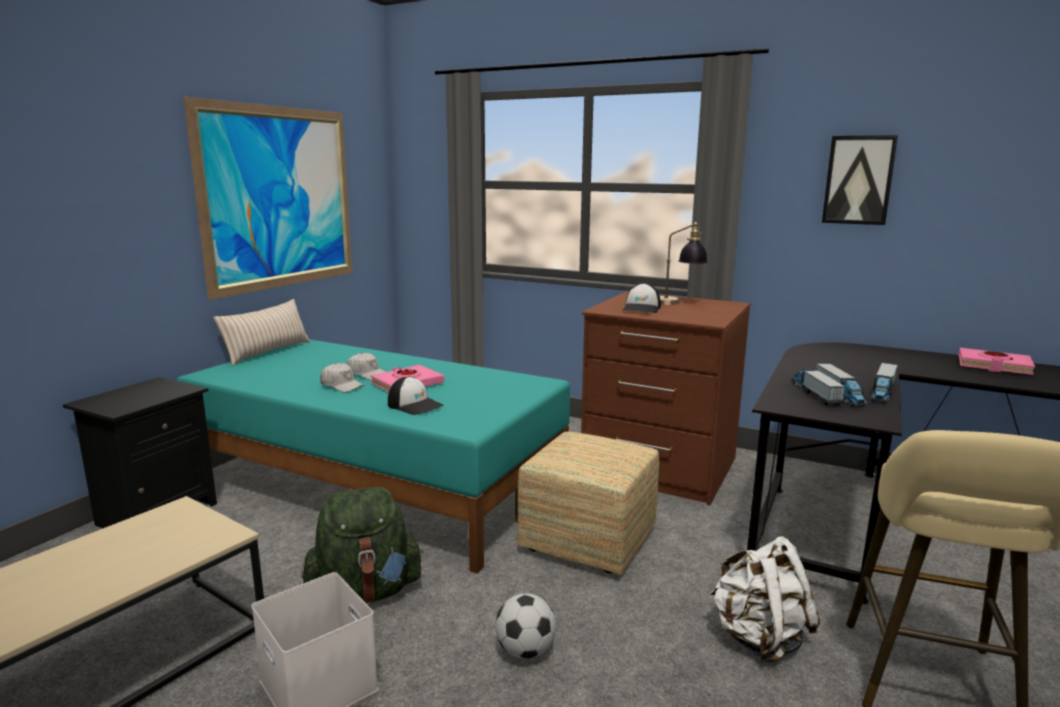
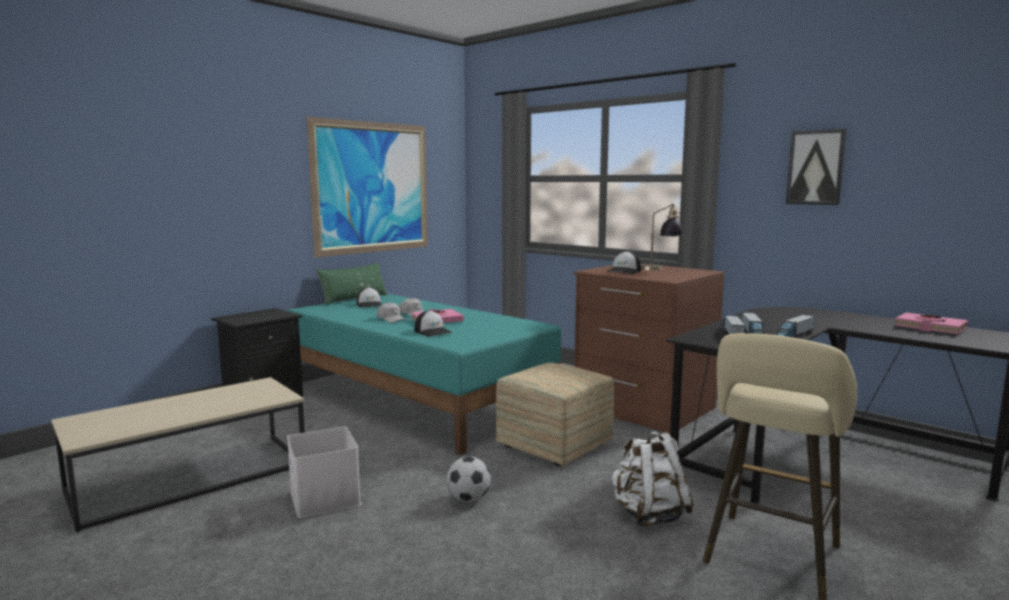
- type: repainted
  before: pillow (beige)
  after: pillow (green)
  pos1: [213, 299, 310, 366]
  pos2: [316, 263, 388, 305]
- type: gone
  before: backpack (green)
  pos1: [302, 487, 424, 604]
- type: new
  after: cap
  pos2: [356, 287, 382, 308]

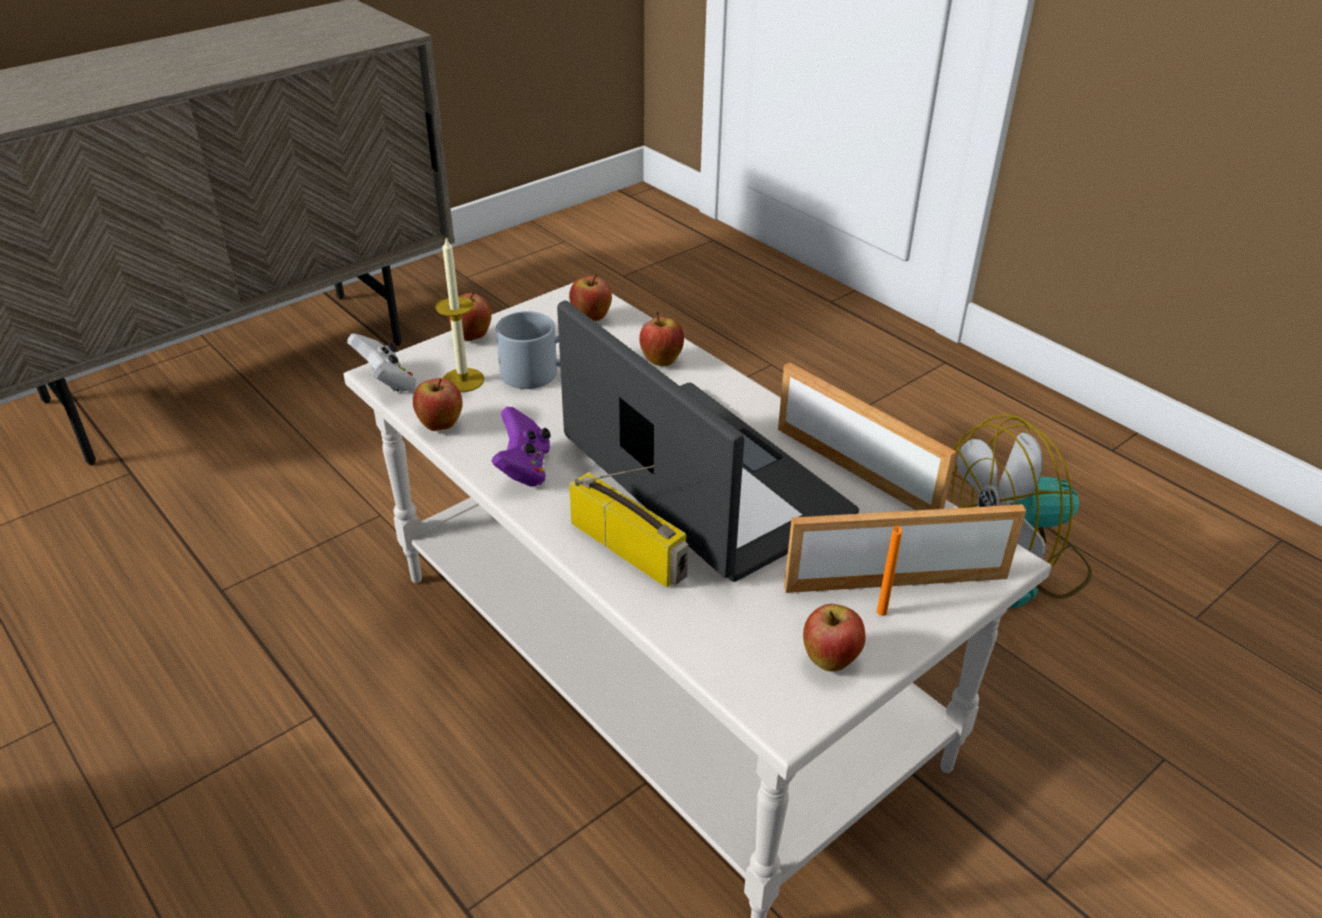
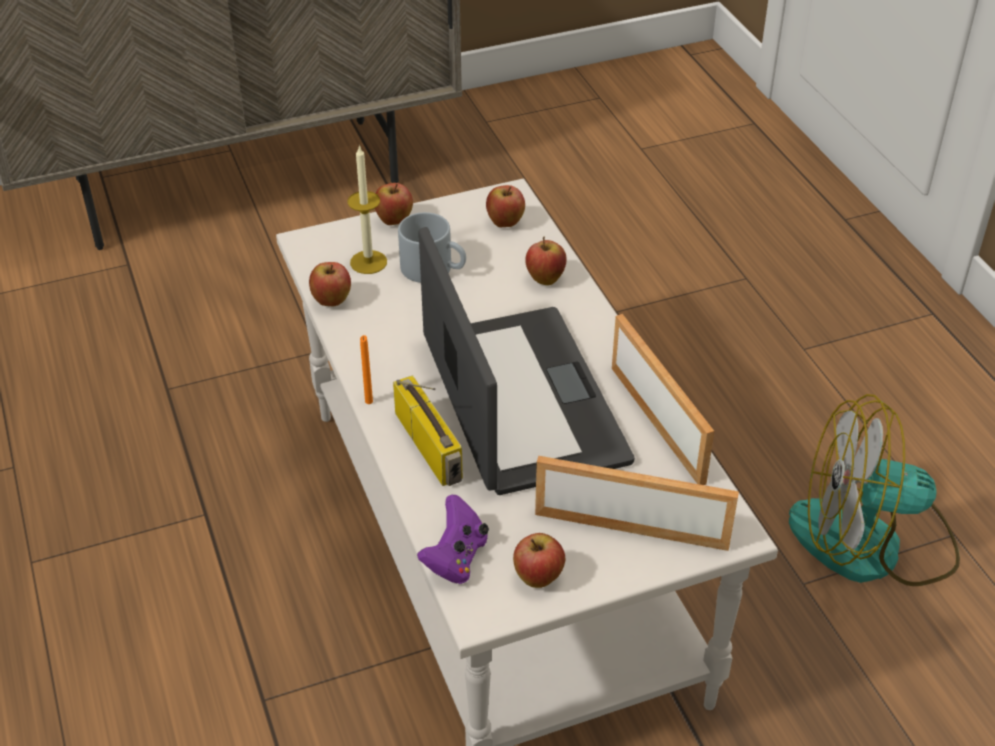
- type: gone
  before: game controller (white)
  pos1: [347, 333, 416, 392]
- type: shifted
  before: game controller (purple)
  pos1: [491, 407, 551, 487]
  pos2: [417, 495, 489, 584]
- type: shifted
  before: candle (orange)
  pos1: [877, 526, 902, 616]
  pos2: [360, 335, 373, 404]

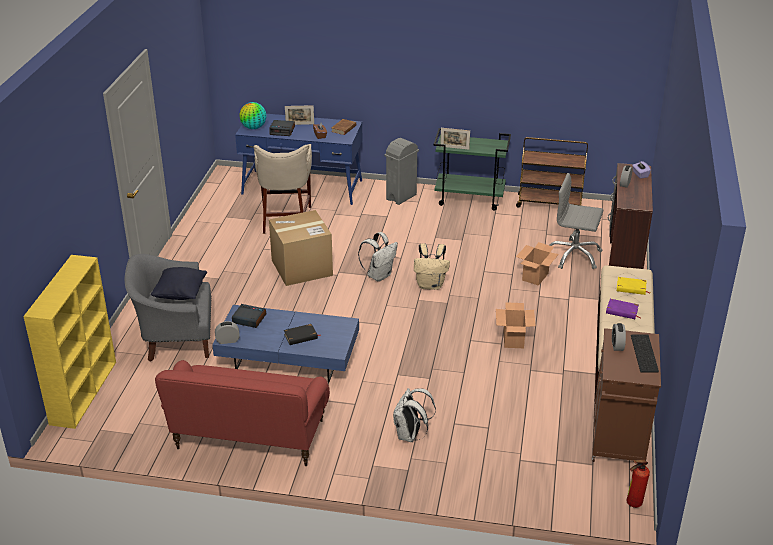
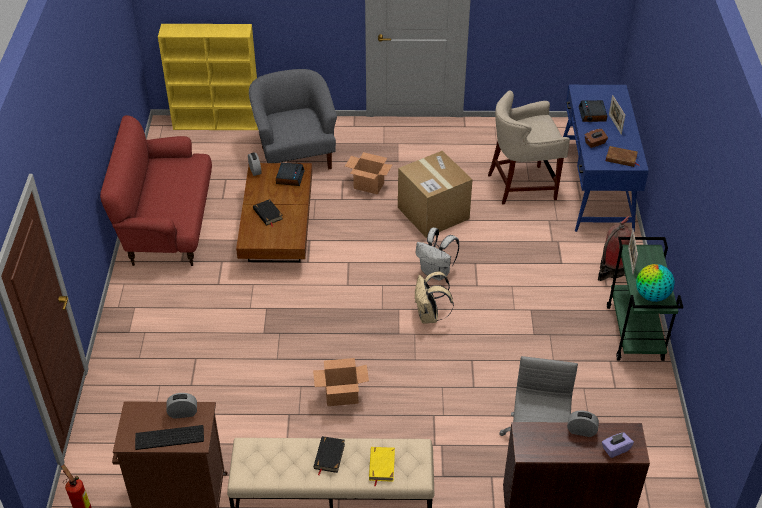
- type: shifted
  before: globe
  pos1: [239, 102, 267, 129]
  pos2: [636, 264, 675, 302]
- type: gone
  before: cart (brown)
  pos1: [516, 137, 588, 207]
- type: swapped
  before: trash can (grey)
  after: fire extinguisher
  pos1: [385, 138, 419, 205]
  pos2: [598, 216, 632, 281]
- type: shifted
  before: cardboard box
  pos1: [516, 242, 559, 286]
  pos2: [345, 152, 393, 195]
- type: gone
  before: pillow (black)
  pos1: [151, 267, 207, 300]
- type: repainted
  before: book (purple)
  after: book (black)
  pos1: [606, 299, 641, 319]
  pos2: [314, 436, 345, 475]
- type: repainted
  before: coffee table (blue)
  after: coffee table (brown)
  pos1: [212, 305, 359, 382]
  pos2: [236, 163, 312, 262]
- type: gone
  before: backpack (white)
  pos1: [393, 388, 436, 442]

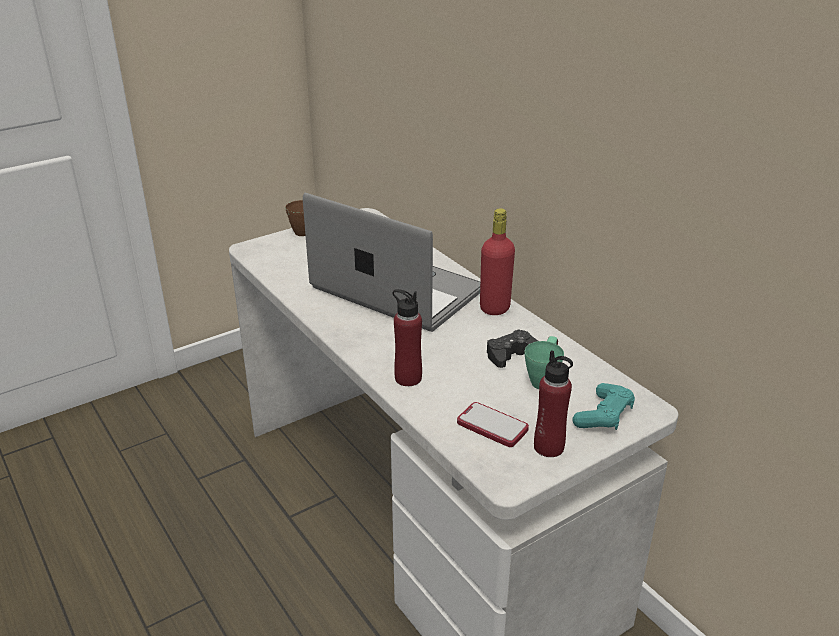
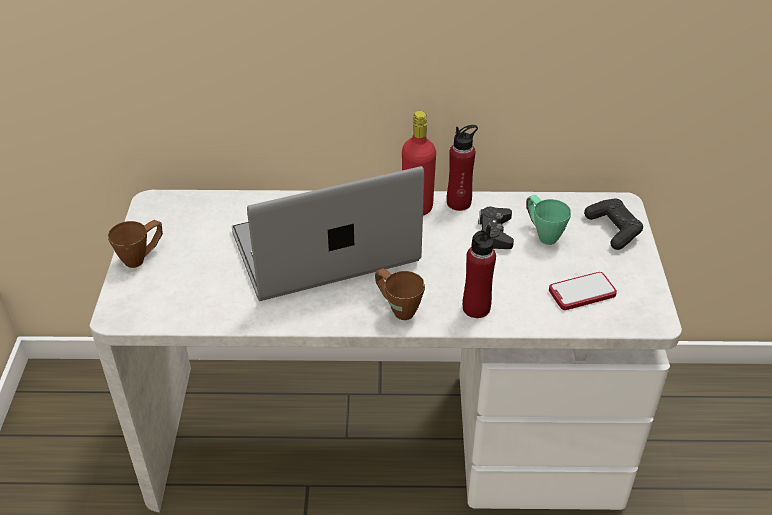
- type: shifted
  before: bottle (red)
  pos1: [534, 350, 573, 457]
  pos2: [447, 125, 478, 211]
- type: repainted
  before: game controller (turquoise)
  after: game controller (black)
  pos1: [572, 383, 635, 430]
  pos2: [584, 198, 643, 250]
- type: new
  after: mug (brown)
  pos2: [375, 268, 425, 320]

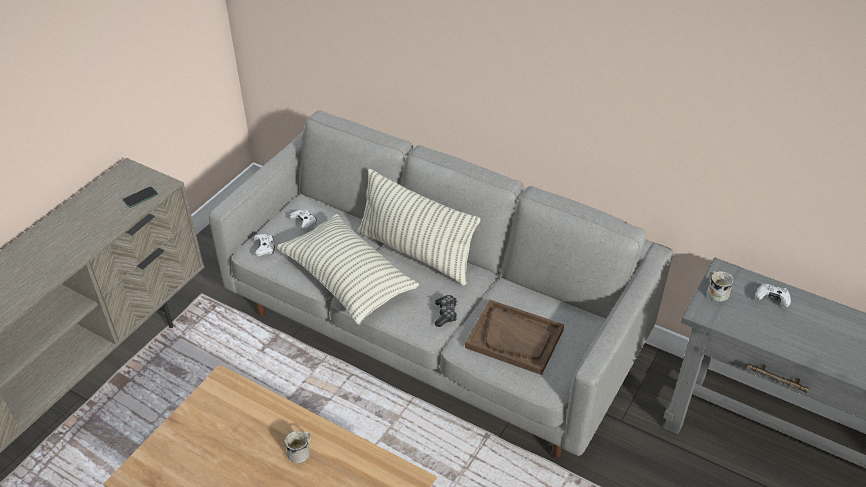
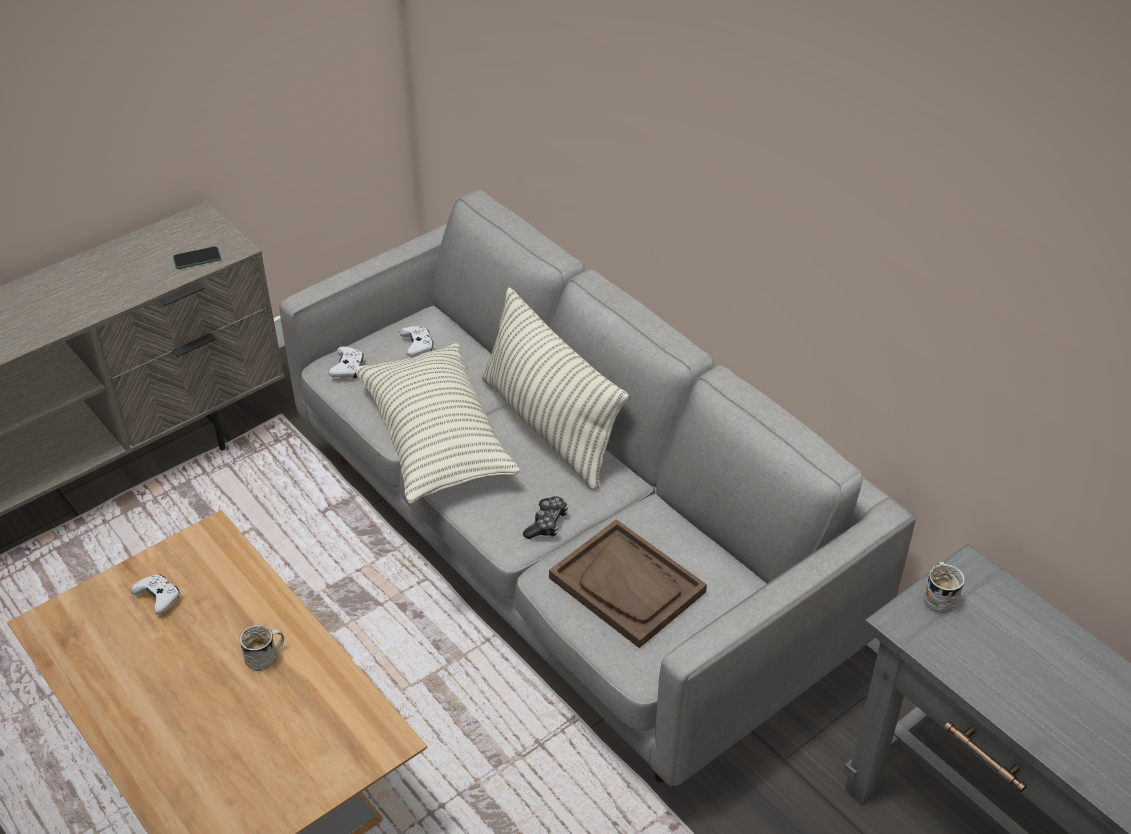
- type: shifted
  before: game controller (white)
  pos1: [756, 284, 791, 307]
  pos2: [131, 574, 179, 614]

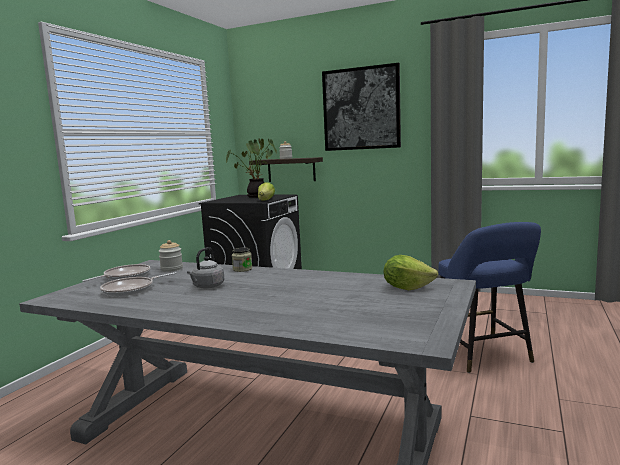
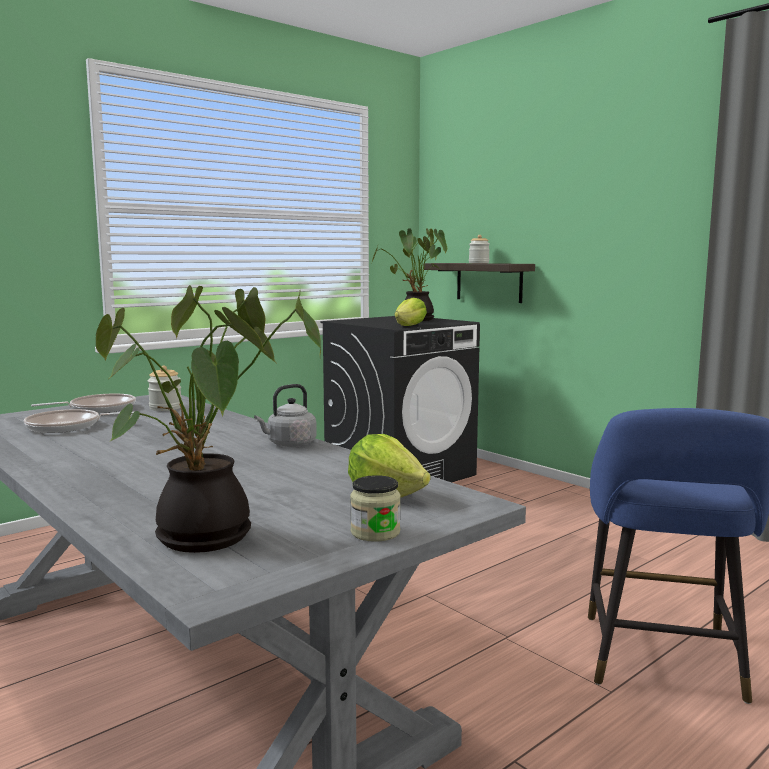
- type: gone
  before: picture
  pos1: [322, 63, 401, 151]
- type: shifted
  before: kettle (grey)
  pos1: [187, 247, 225, 289]
  pos2: [254, 384, 317, 447]
- type: shifted
  before: jar
  pos1: [232, 247, 252, 272]
  pos2: [350, 475, 401, 542]
- type: new
  after: potted plant
  pos2: [96, 285, 321, 553]

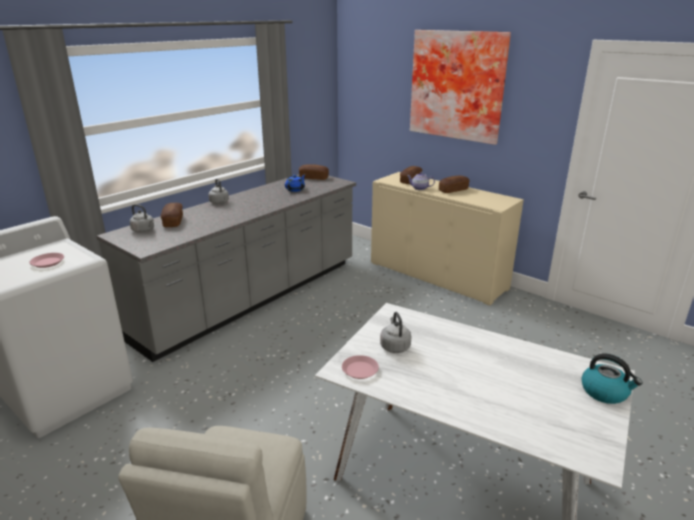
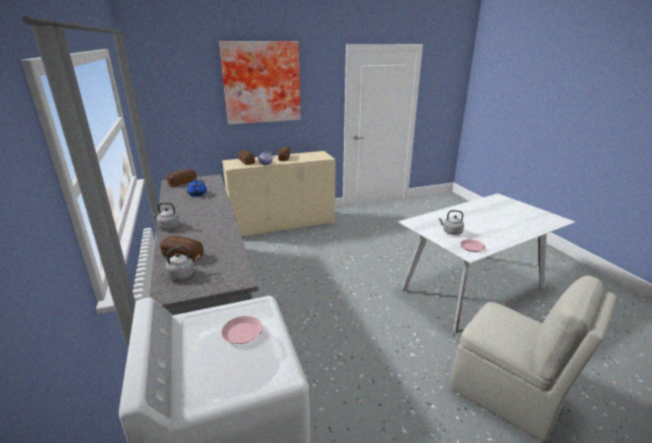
- type: gone
  before: kettle
  pos1: [581, 354, 642, 404]

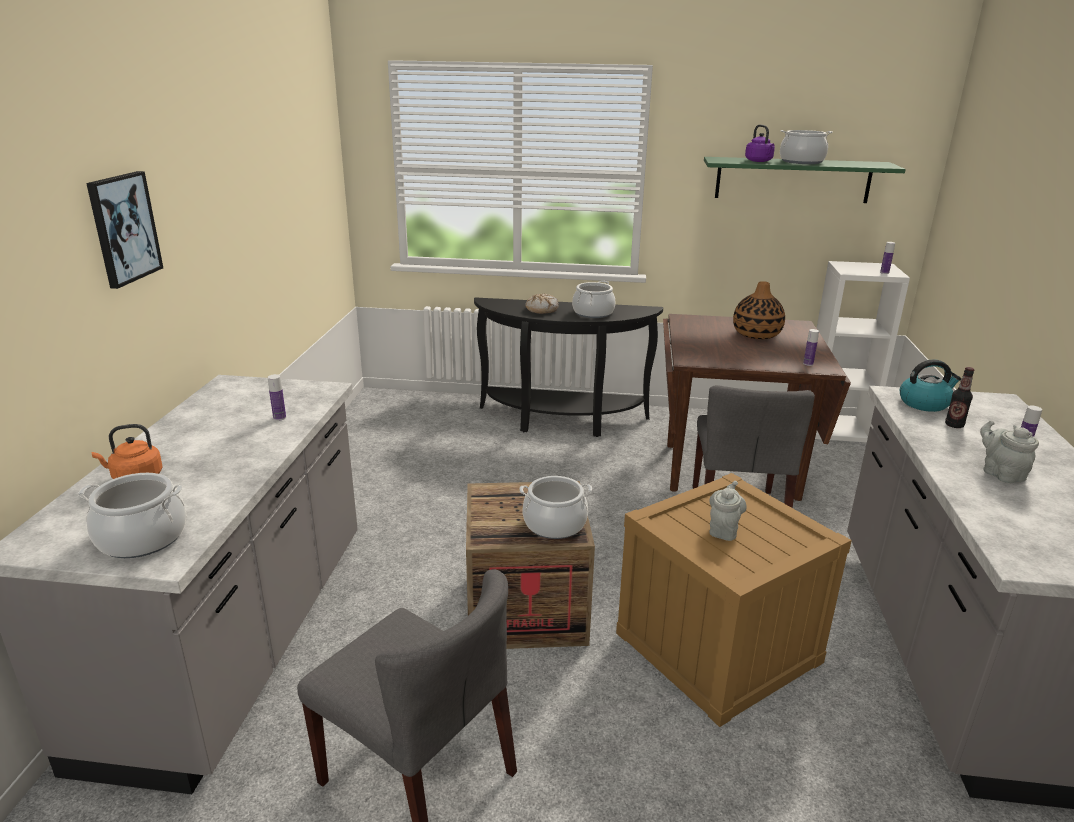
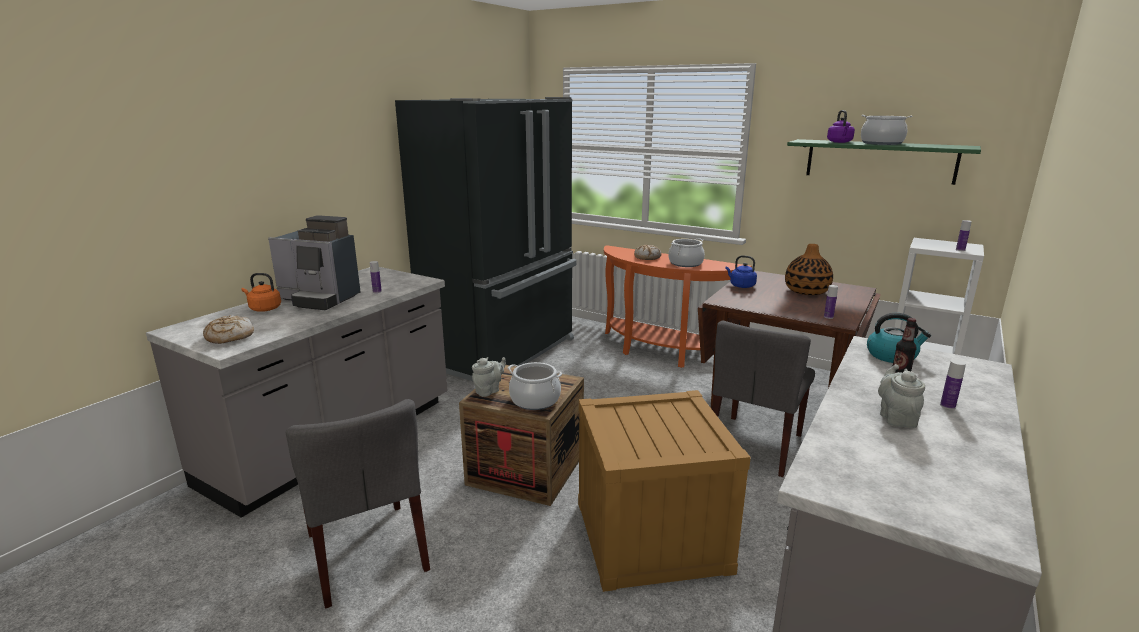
- type: gone
  before: picture
  pos1: [86, 171, 163, 289]
- type: repainted
  before: console table (black)
  after: console table (orange)
  pos1: [474, 297, 663, 437]
  pos2: [604, 245, 752, 368]
- type: swapped
  before: cooking pot
  after: bread
  pos1: [78, 473, 186, 558]
  pos2: [203, 315, 254, 344]
- type: shifted
  before: teapot (grey)
  pos1: [709, 481, 747, 541]
  pos2: [472, 357, 506, 397]
- type: new
  after: fridge (black)
  pos2: [395, 97, 577, 381]
- type: new
  after: coffee machine
  pos2: [268, 215, 361, 310]
- type: new
  after: kettle (blue)
  pos2: [726, 255, 757, 288]

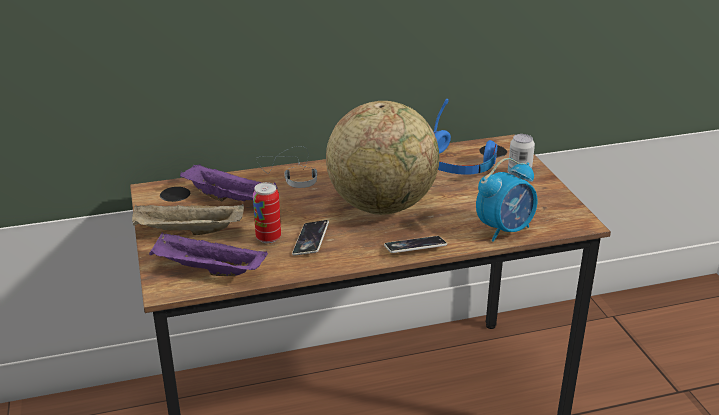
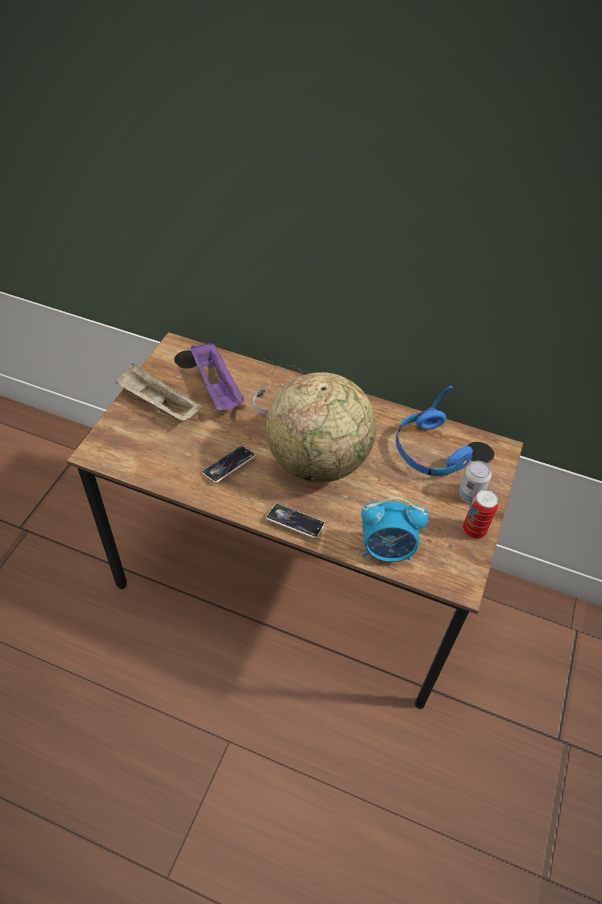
- type: shifted
  before: can
  pos1: [253, 182, 281, 243]
  pos2: [463, 490, 498, 539]
- type: gone
  before: tray (purple)
  pos1: [149, 232, 268, 276]

